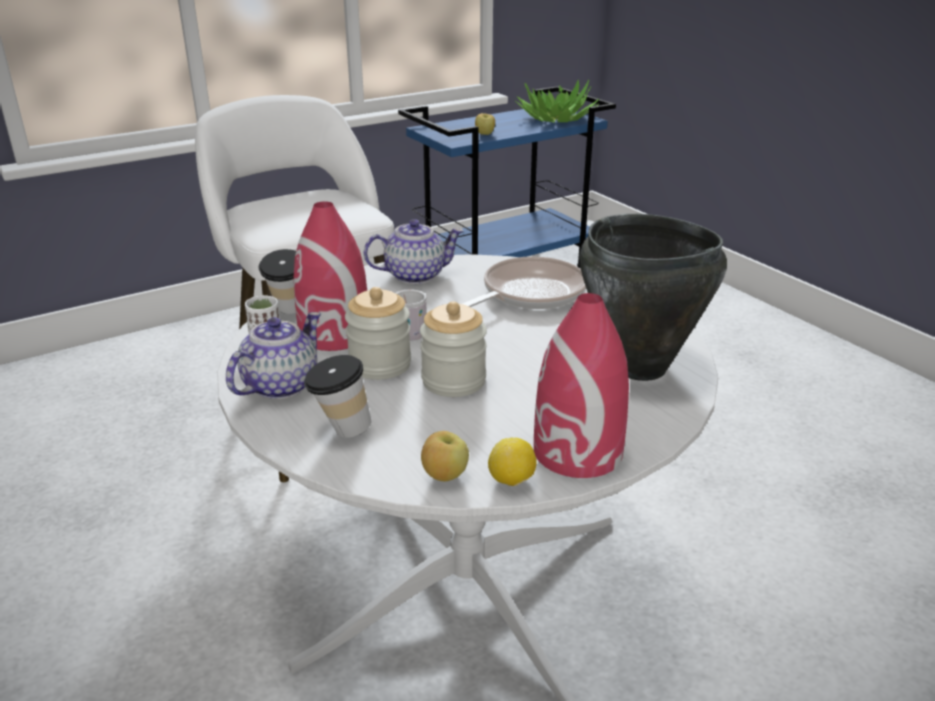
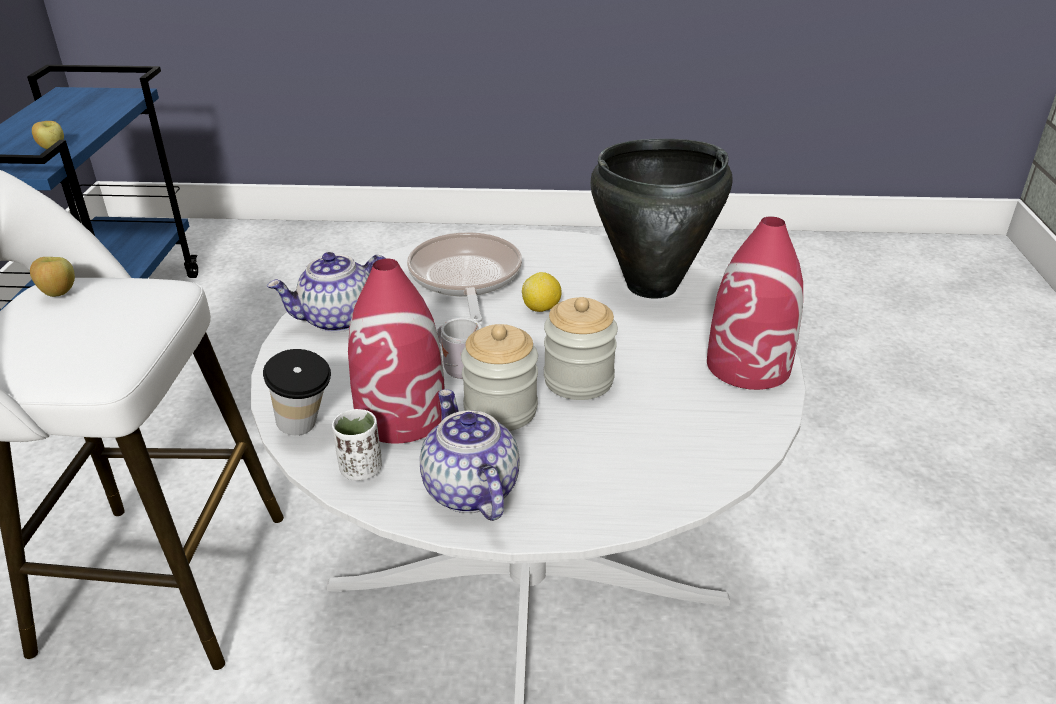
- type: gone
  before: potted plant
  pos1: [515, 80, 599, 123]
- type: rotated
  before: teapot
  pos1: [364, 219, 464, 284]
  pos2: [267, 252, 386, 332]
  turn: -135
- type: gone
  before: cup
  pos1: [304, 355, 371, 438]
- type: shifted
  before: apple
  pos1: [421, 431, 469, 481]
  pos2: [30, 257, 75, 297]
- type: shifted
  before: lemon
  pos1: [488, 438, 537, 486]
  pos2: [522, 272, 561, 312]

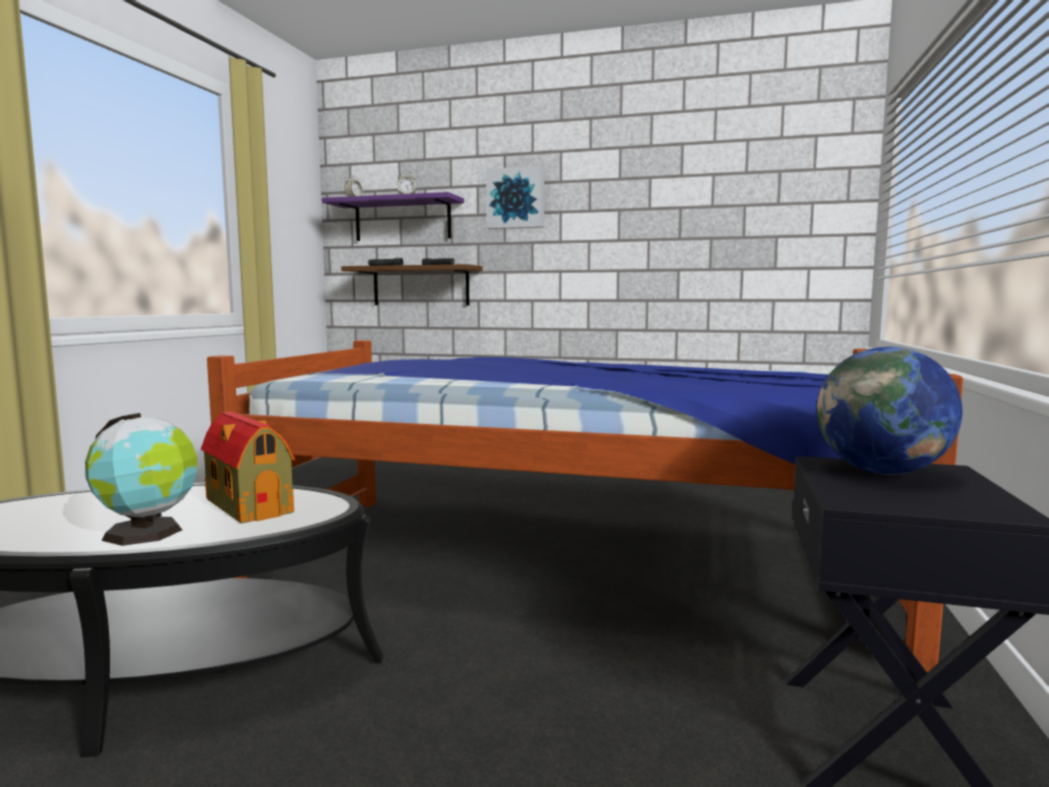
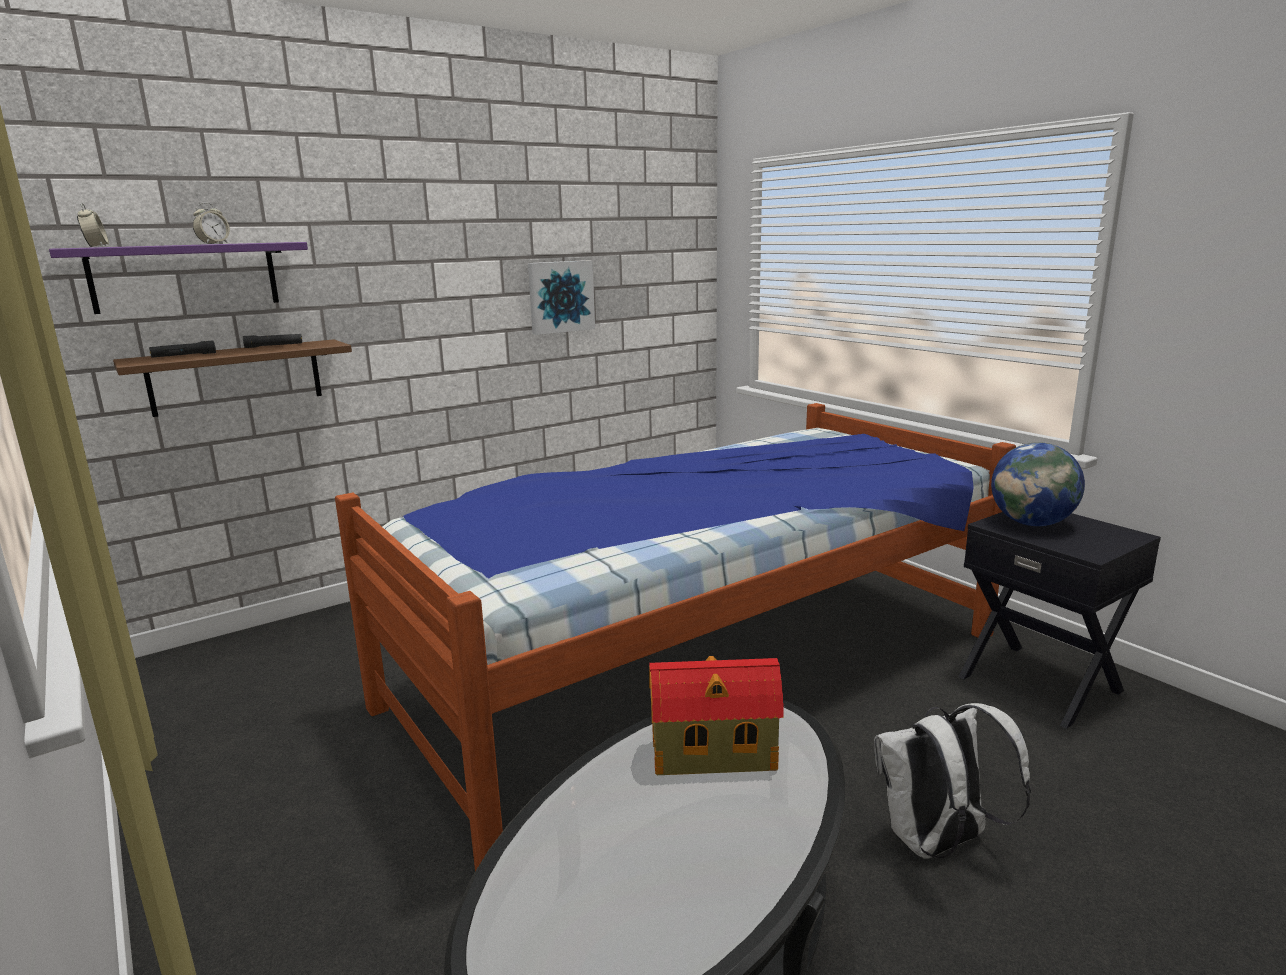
- type: shifted
  before: picture
  pos1: [486, 166, 544, 229]
  pos2: [528, 260, 595, 335]
- type: gone
  before: globe
  pos1: [85, 413, 198, 546]
- type: new
  after: backpack (white)
  pos2: [874, 703, 1031, 858]

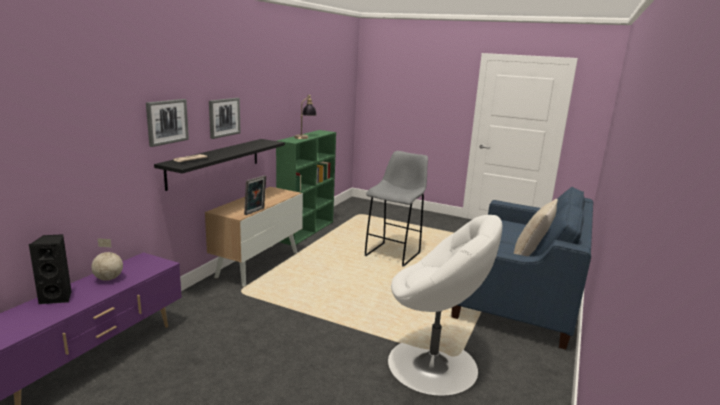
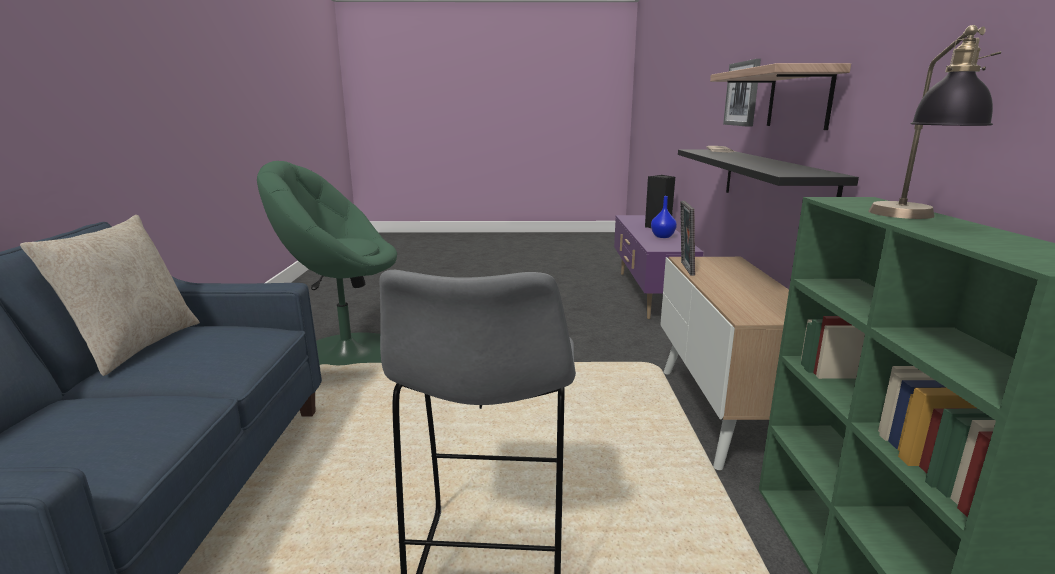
- type: swapped
  before: picture
  after: shelf
  pos1: [209, 98, 241, 139]
  pos2: [710, 63, 851, 130]
- type: repainted
  before: armchair (white)
  after: armchair (green)
  pos1: [388, 215, 502, 396]
  pos2: [257, 161, 397, 365]
- type: swapped
  before: globe
  after: vase (blue)
  pos1: [91, 238, 123, 281]
  pos2: [651, 196, 677, 238]

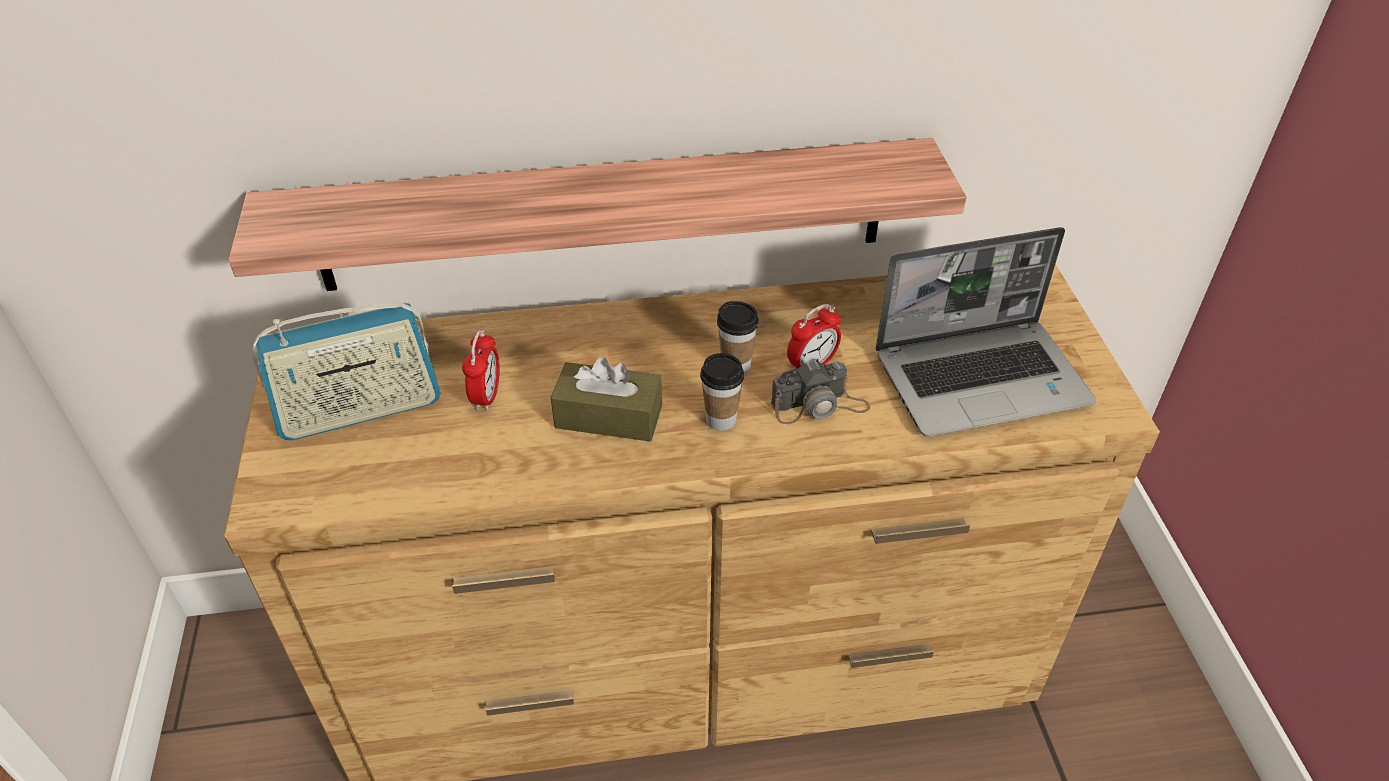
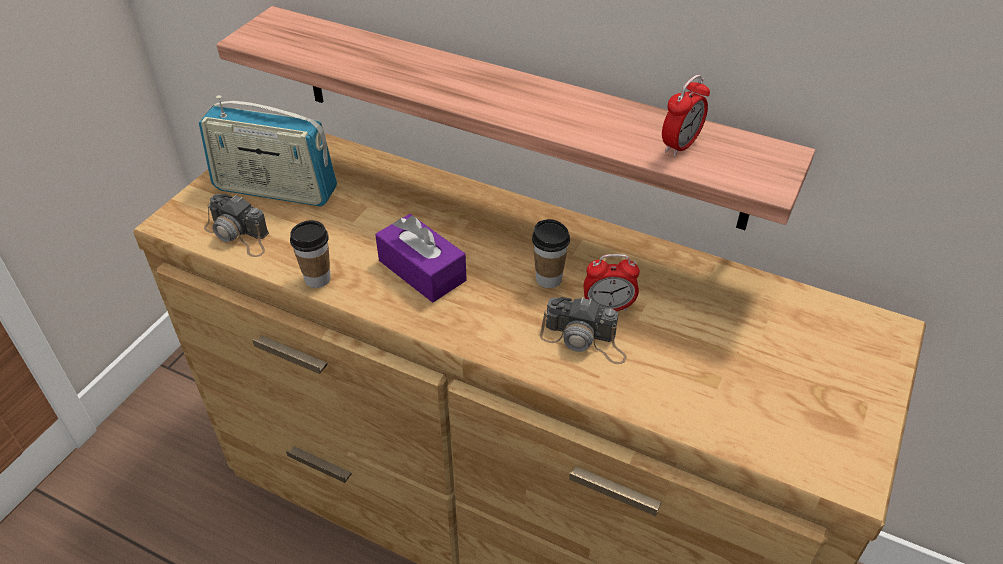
- type: gone
  before: laptop
  pos1: [875, 227, 1096, 437]
- type: shifted
  before: alarm clock
  pos1: [462, 330, 500, 411]
  pos2: [662, 75, 710, 156]
- type: shifted
  before: cup
  pos1: [700, 353, 744, 431]
  pos2: [290, 220, 331, 288]
- type: repainted
  before: tissue box (brown)
  after: tissue box (purple)
  pos1: [551, 357, 662, 442]
  pos2: [375, 214, 467, 303]
- type: new
  after: photo camera
  pos2: [204, 194, 269, 257]

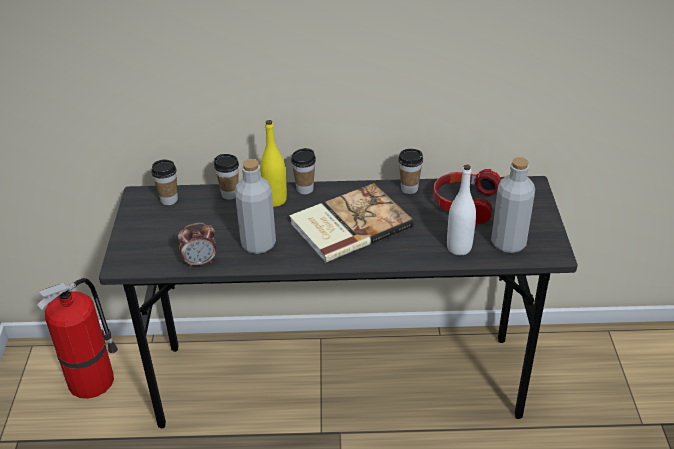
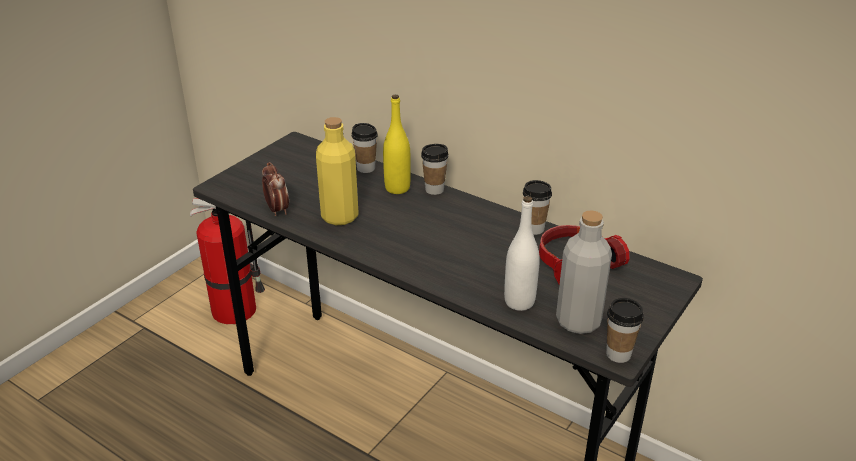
- type: repainted
  before: bottle (grey)
  after: bottle (yellow)
  pos1: [235, 159, 276, 254]
  pos2: [316, 117, 359, 225]
- type: shifted
  before: cup
  pos1: [151, 160, 178, 205]
  pos2: [606, 298, 644, 363]
- type: gone
  before: book
  pos1: [289, 183, 413, 263]
- type: rotated
  before: alarm clock
  pos1: [178, 223, 217, 268]
  pos2: [262, 162, 289, 216]
  turn: -135

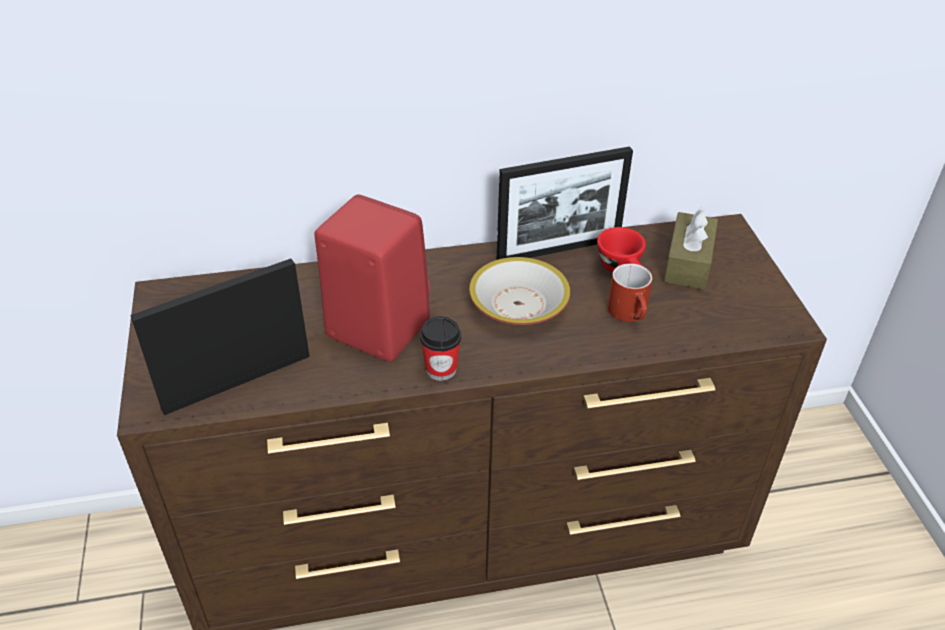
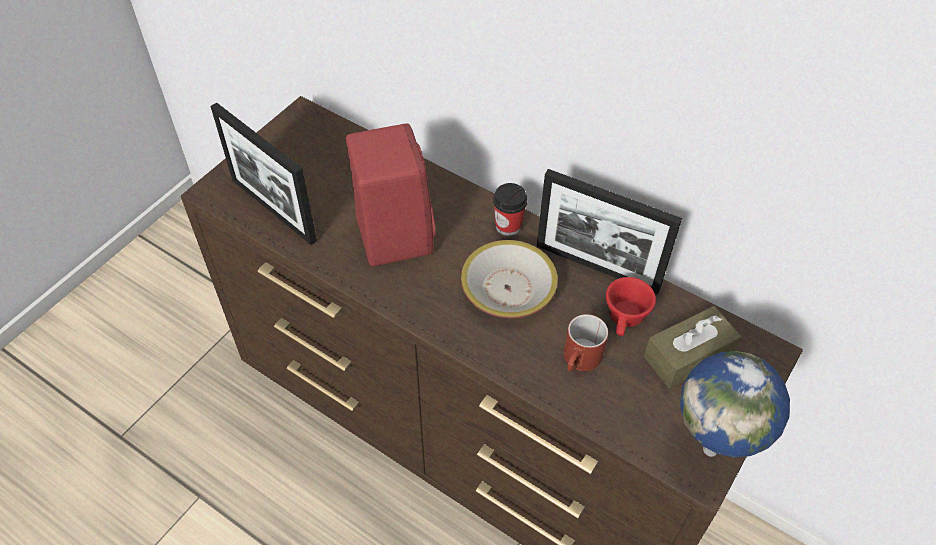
- type: rotated
  before: picture frame
  pos1: [130, 259, 310, 415]
  pos2: [210, 103, 317, 245]
  turn: -150
- type: shifted
  before: cup
  pos1: [420, 316, 461, 381]
  pos2: [493, 183, 528, 236]
- type: new
  after: globe
  pos2: [680, 351, 790, 457]

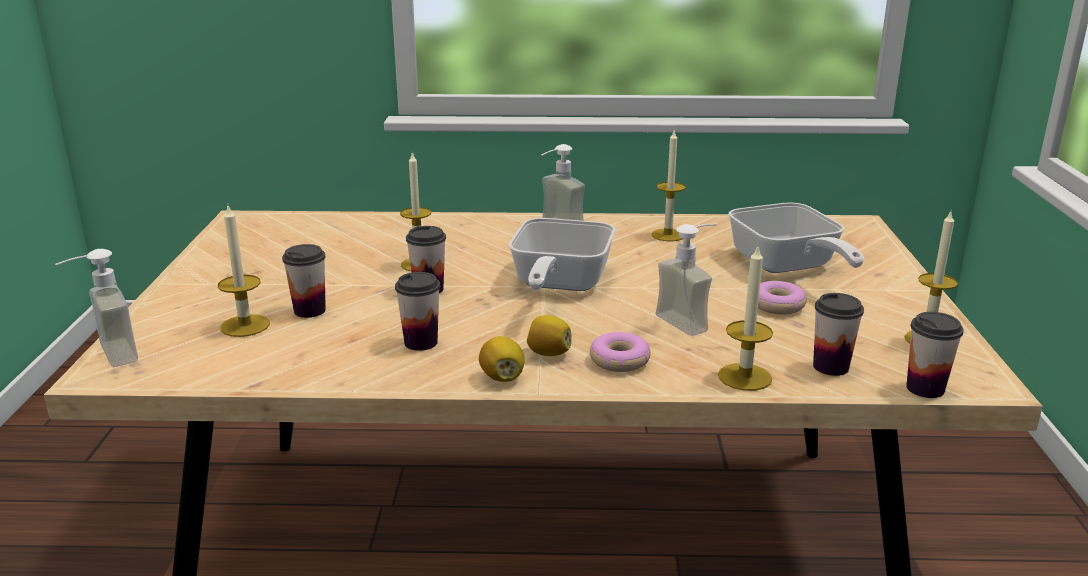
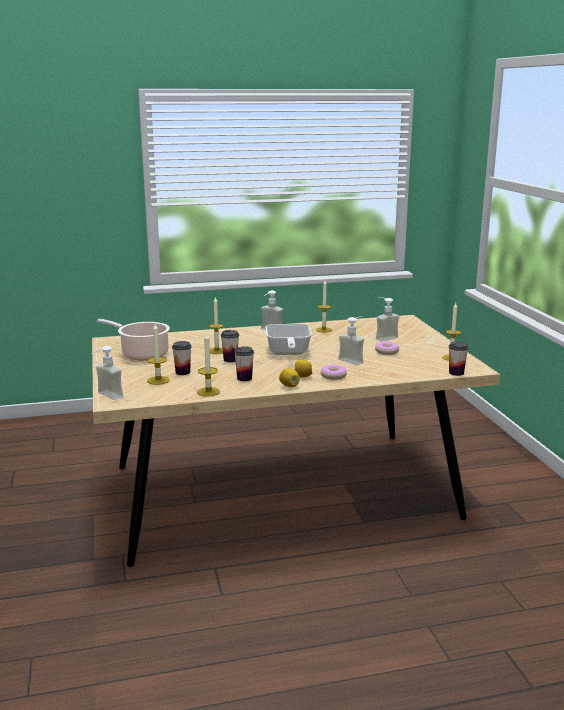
- type: swapped
  before: frying pan
  after: soap dispenser
  pos1: [728, 202, 865, 273]
  pos2: [376, 297, 399, 342]
- type: shifted
  before: candle
  pos1: [718, 247, 773, 391]
  pos2: [197, 332, 220, 397]
- type: gone
  before: cup
  pos1: [813, 293, 864, 376]
- type: new
  after: cooking pot
  pos2: [97, 319, 170, 361]

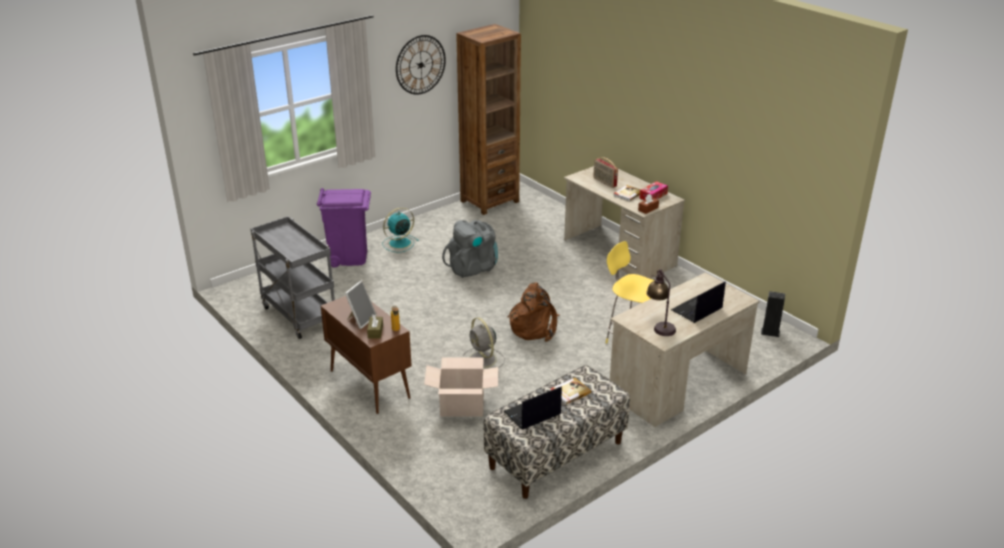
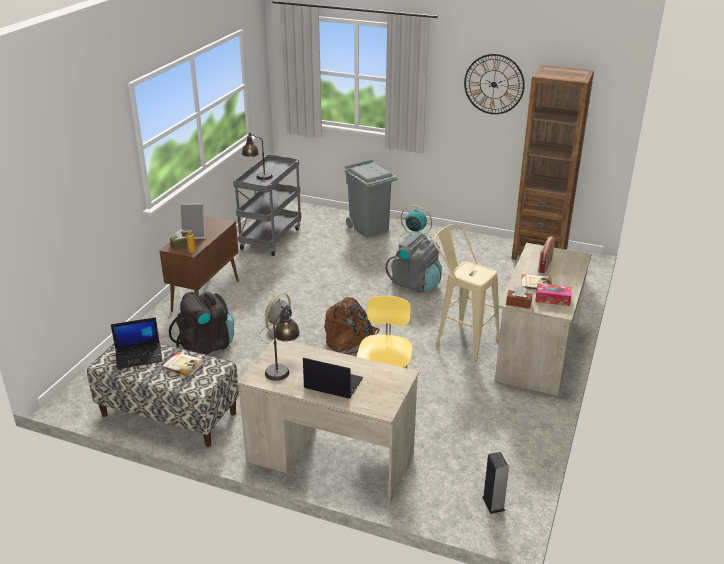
- type: repainted
  before: trash can (purple)
  after: trash can (grey)
  pos1: [317, 188, 371, 267]
  pos2: [345, 159, 398, 237]
- type: swapped
  before: cardboard box
  after: backpack (black)
  pos1: [424, 357, 498, 417]
  pos2: [169, 292, 234, 355]
- type: rotated
  before: laptop
  pos1: [504, 386, 562, 430]
  pos2: [111, 317, 163, 369]
  turn: 135
- type: new
  after: table lamp
  pos2: [242, 133, 273, 180]
- type: new
  after: stool (beige)
  pos2: [434, 224, 500, 362]

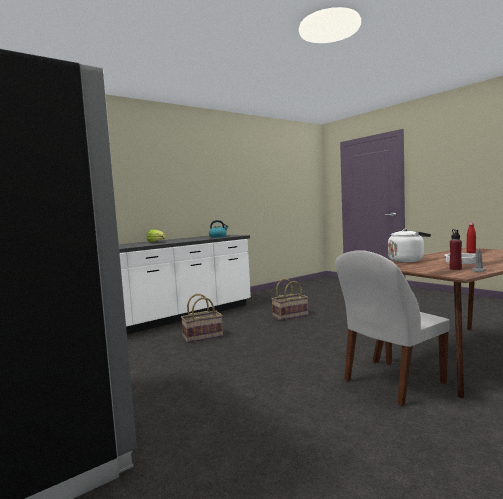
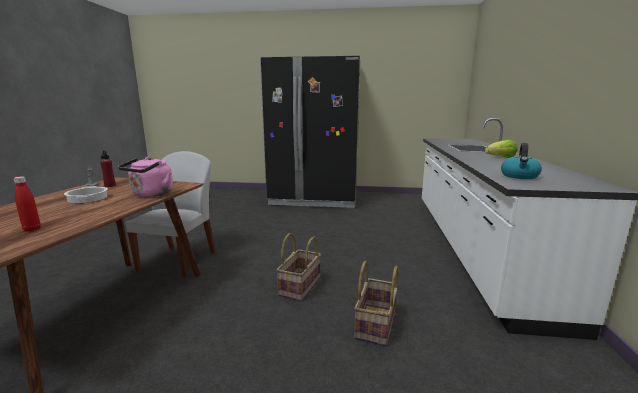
- type: repainted
  before: kettle (white)
  after: kettle (pink)
  pos1: [388, 229, 431, 262]
  pos2: [118, 157, 173, 197]
- type: shifted
  before: basket
  pos1: [181, 294, 223, 343]
  pos2: [276, 233, 321, 301]

